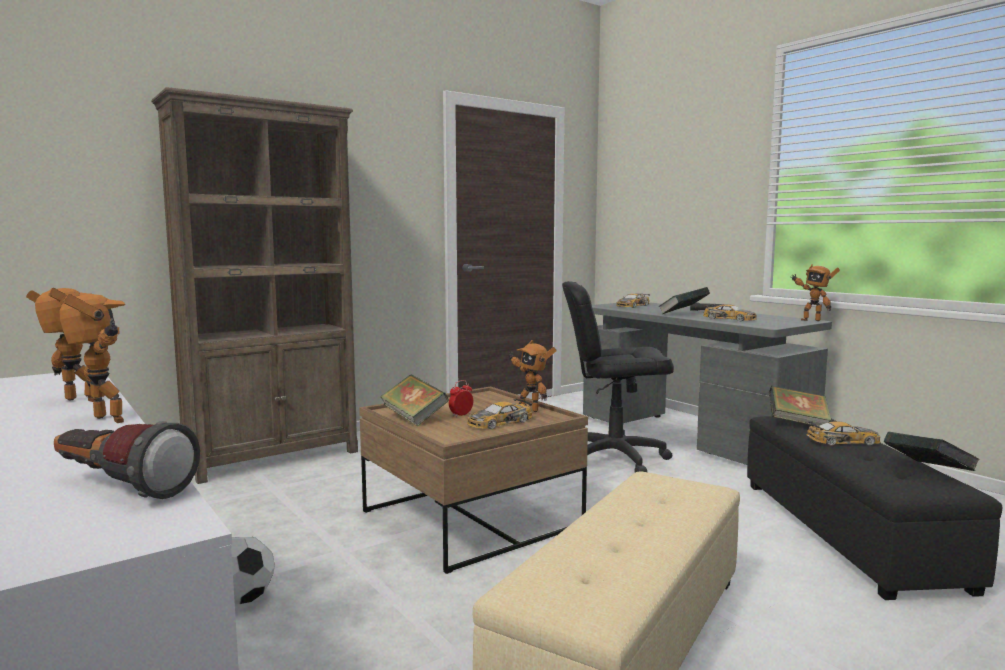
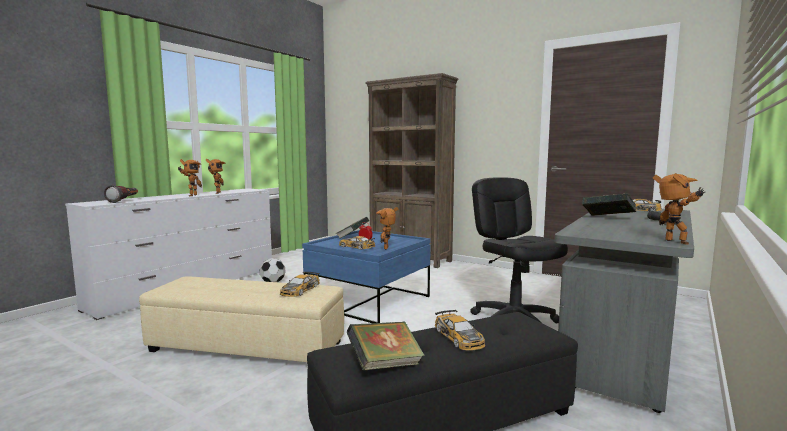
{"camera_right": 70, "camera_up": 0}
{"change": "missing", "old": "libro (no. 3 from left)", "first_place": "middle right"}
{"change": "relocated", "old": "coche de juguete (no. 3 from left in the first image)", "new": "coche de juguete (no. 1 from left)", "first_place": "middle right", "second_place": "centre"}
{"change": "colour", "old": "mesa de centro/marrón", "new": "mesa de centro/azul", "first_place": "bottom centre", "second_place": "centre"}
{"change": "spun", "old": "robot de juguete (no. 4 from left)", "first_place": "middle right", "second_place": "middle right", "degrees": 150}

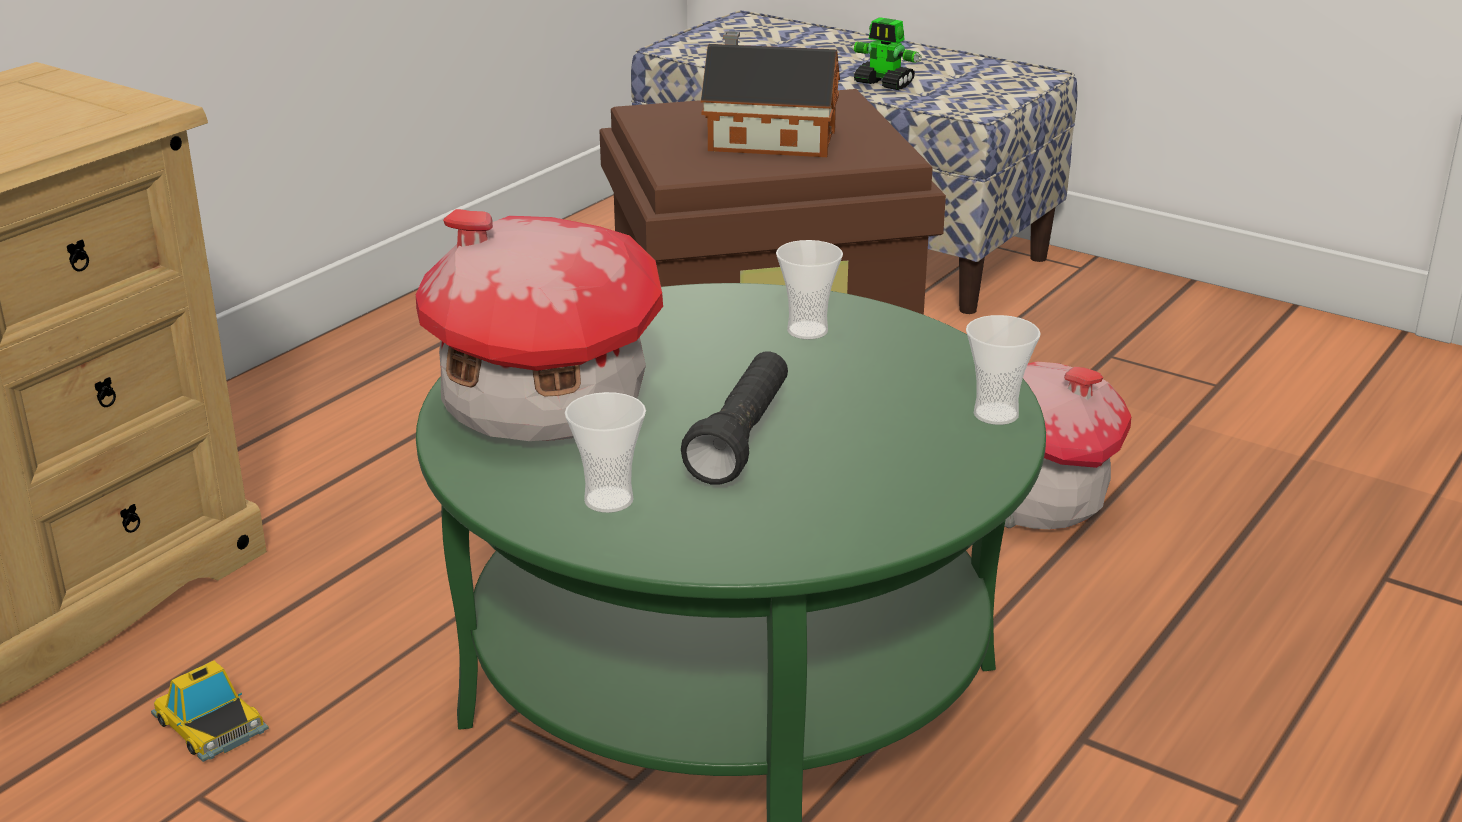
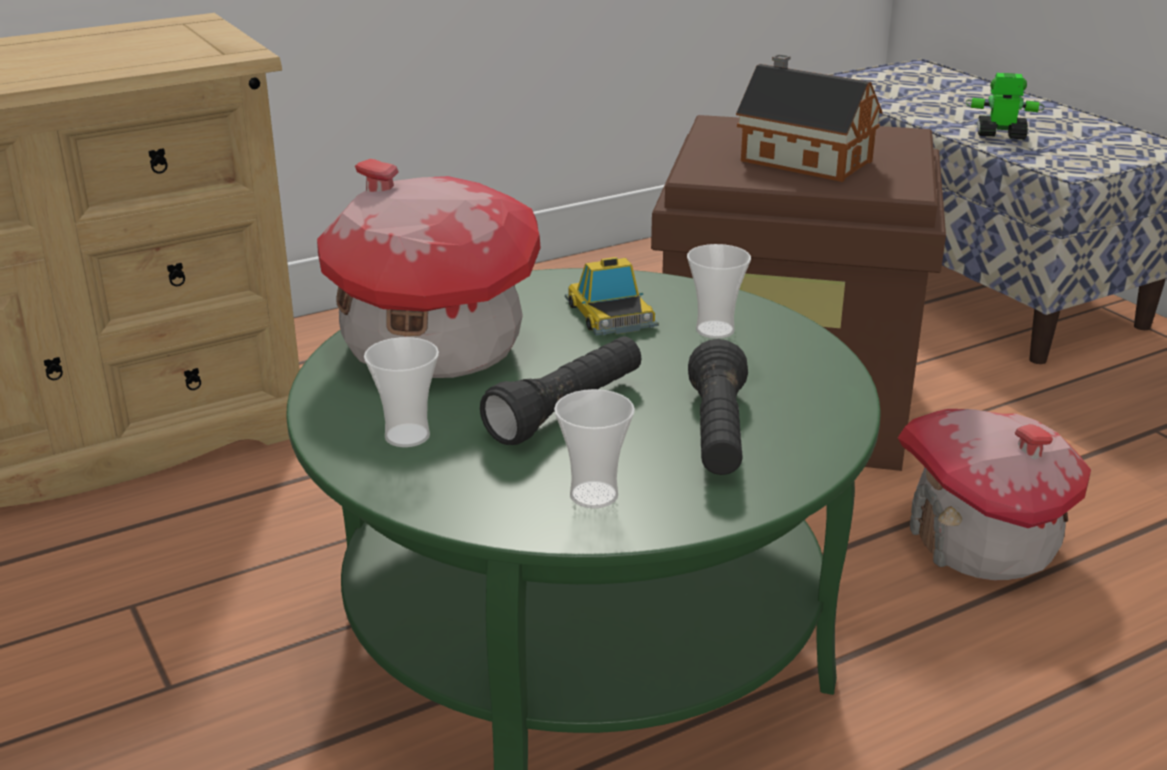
{"camera_right": 25, "camera_up": 0}
{"change": "appeared", "new": "linterna/negro (no. 2 from left)", "second_place": "centre"}
{"change": "relocated", "old": "coche de juguete", "first_place": "bottom left", "second_place": "centre"}
{"change": "relocated", "old": "taza (no. 3 from left in the first image)", "new": "taza (no. 2 from left)", "first_place": "middle right", "second_place": "centre"}
{"change": "spun", "old": "robot de juguete", "first_place": "top centre", "second_place": "top right", "degrees": 135}

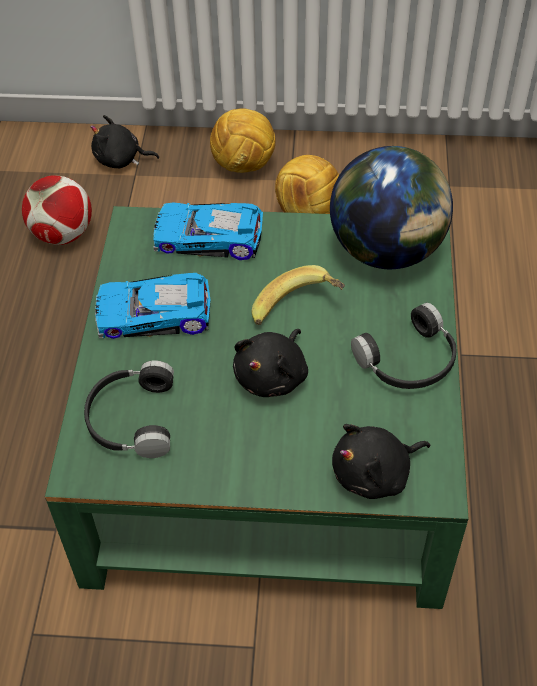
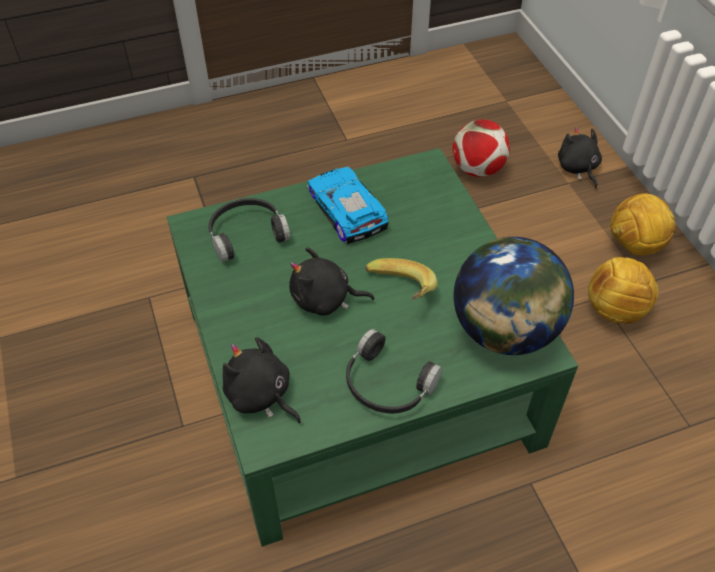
{"camera_right": 65, "camera_up": 0}
{"change": "missing", "old": "coche de juguete (no. 2 from left)", "first_place": "centre"}

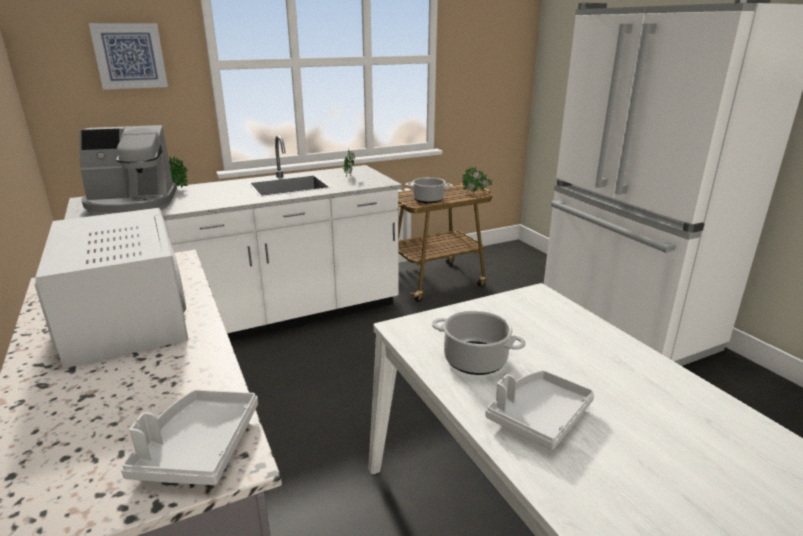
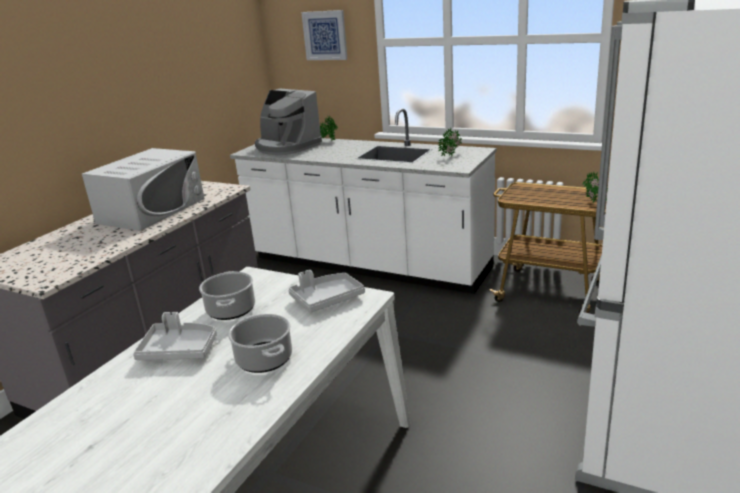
{"camera_right": 55, "camera_up": 0}
{"change": "relocated", "old": "bandeja/gris (no. 1 from left in the first image)", "new": "bandeja/gris (no. 2 from left)", "first_place": "bottom left", "second_place": "centre"}
{"change": "relocated", "old": "olla (no. 1 from left in the first image)", "new": "olla (no. 2 from left)", "first_place": "centre", "second_place": "bottom centre"}

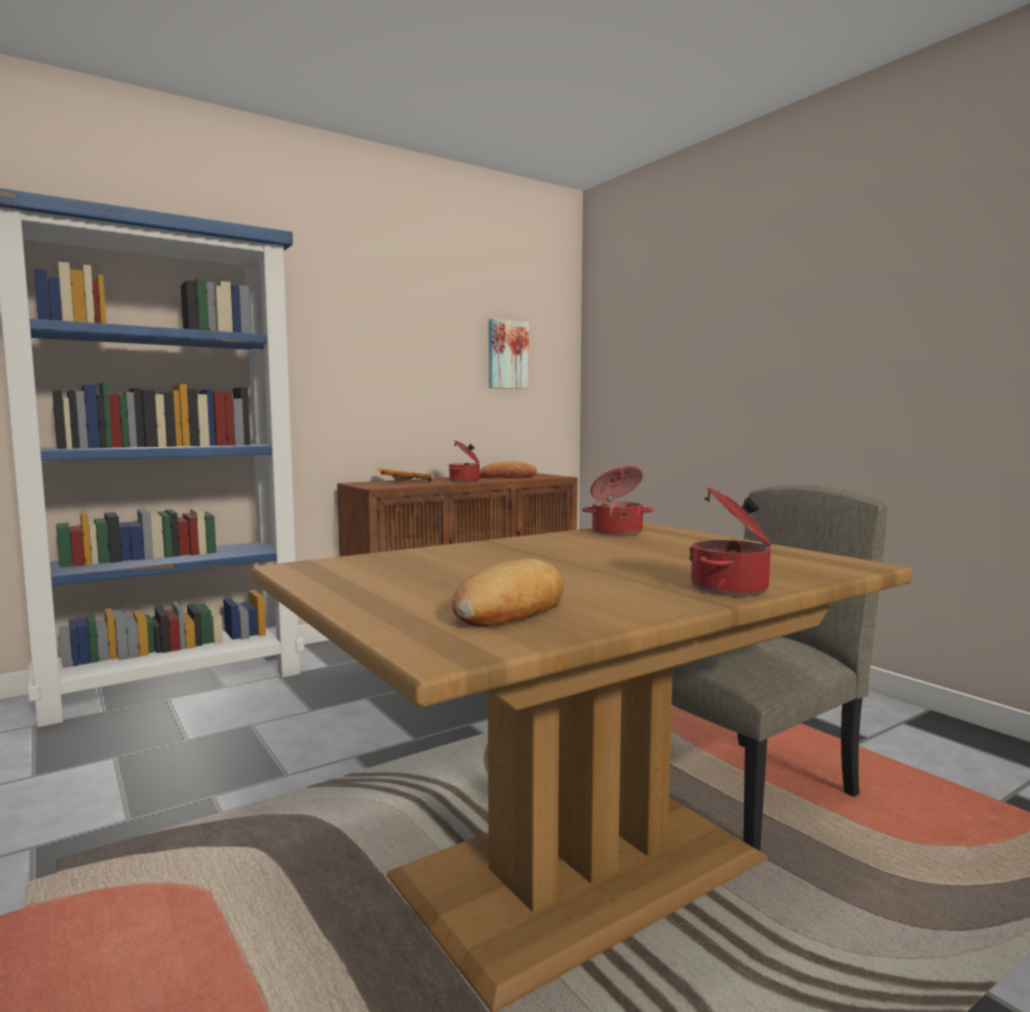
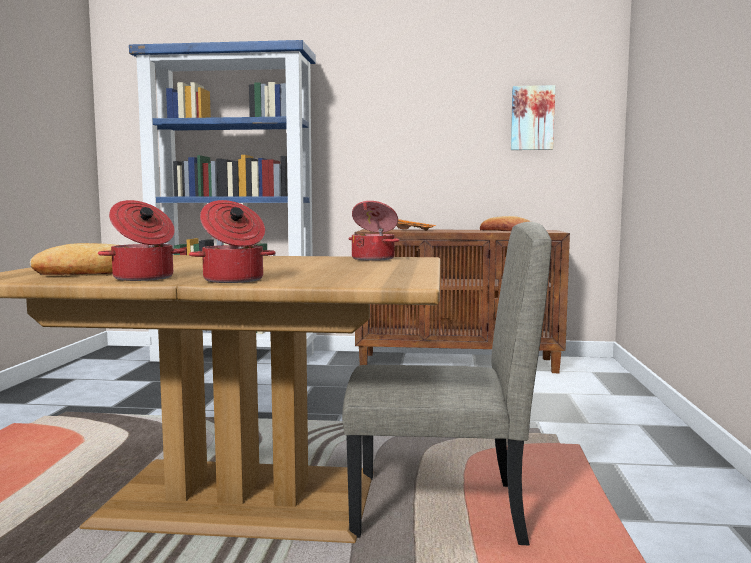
{"camera_right": 40, "camera_up": 0}
{"change": "relocated", "old": "olla (no. 1 from left)", "first_place": "centre", "second_place": "middle left"}

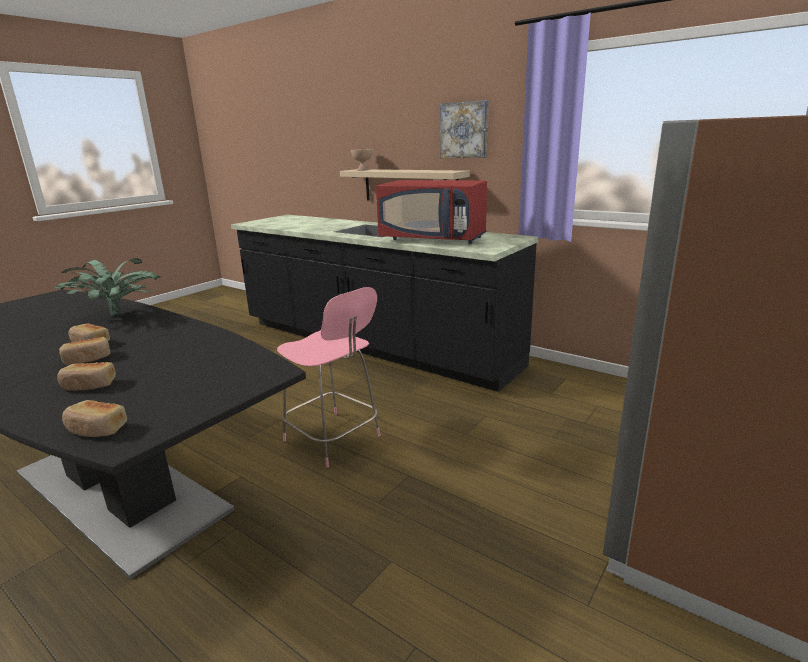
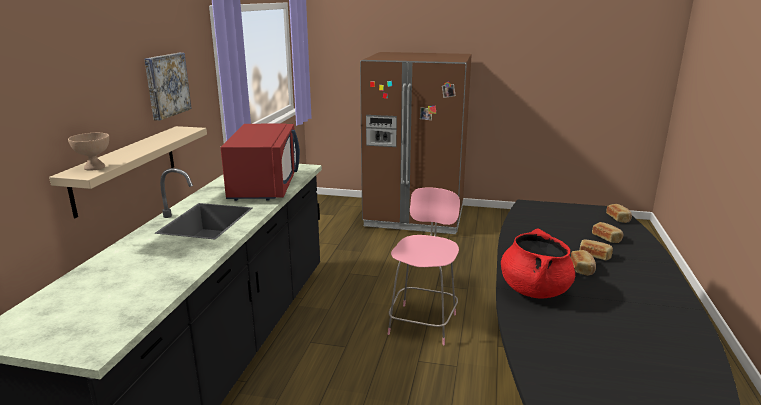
{"camera_right": -115, "camera_up": 0}
{"change": "exchanged", "old": "planta en maceta", "new": "olla/rojo", "first_place": "middle left", "second_place": "middle right"}

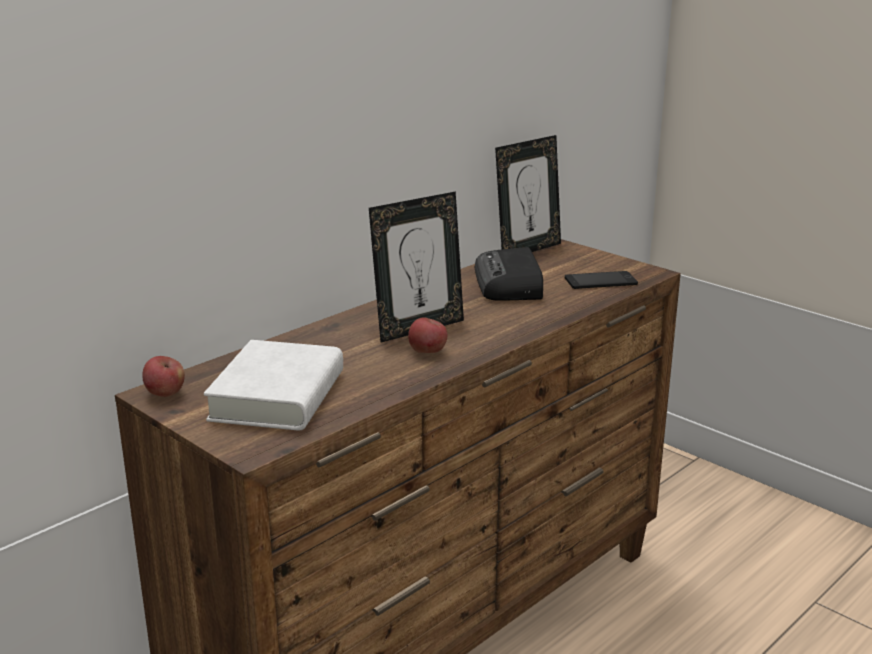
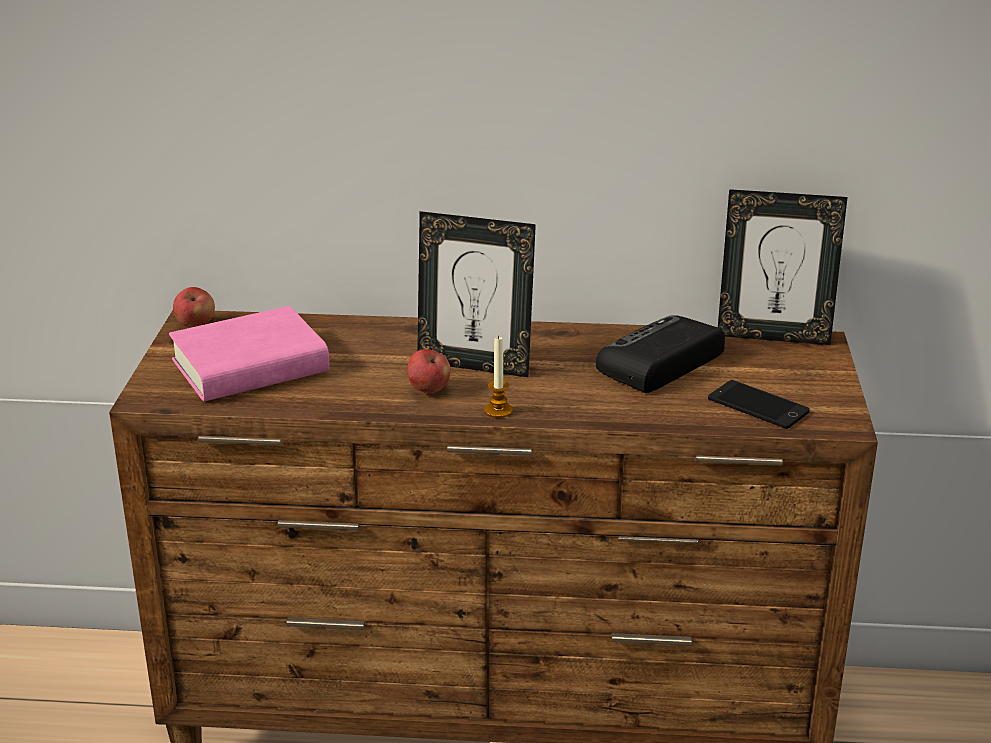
{"camera_right": 50, "camera_up": 5}
{"change": "appeared", "new": "vela", "second_place": "centre"}
{"change": "colour", "old": "libro/blanco", "new": "libro/rosa", "first_place": "middle left", "second_place": "middle left"}

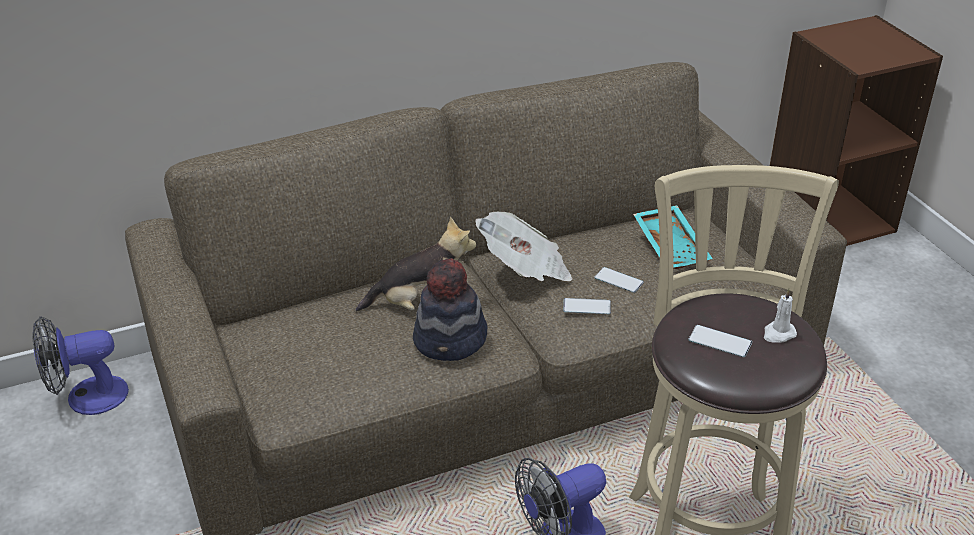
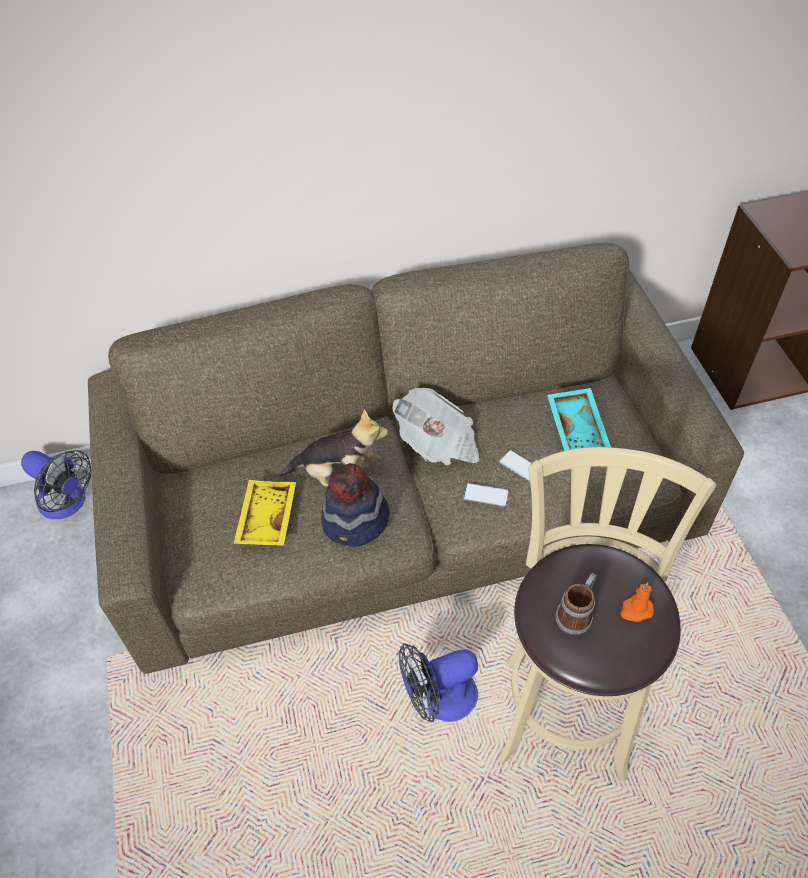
{"camera_right": 10, "camera_up": 15}
{"change": "appeared", "new": "bandeja/amarillo", "second_place": "middle left"}
{"change": "exchanged", "old": "móvil (no. 3 from left)", "new": "taza grande", "first_place": "middle right", "second_place": "bottom right"}
{"change": "colour", "old": "vela/blanco", "new": "vela/naranja", "first_place": "middle right", "second_place": "bottom right"}
{"change": "spun", "old": "ventilador (no. 1 from left)", "first_place": "bottom left", "second_place": "middle left", "degrees": -135}

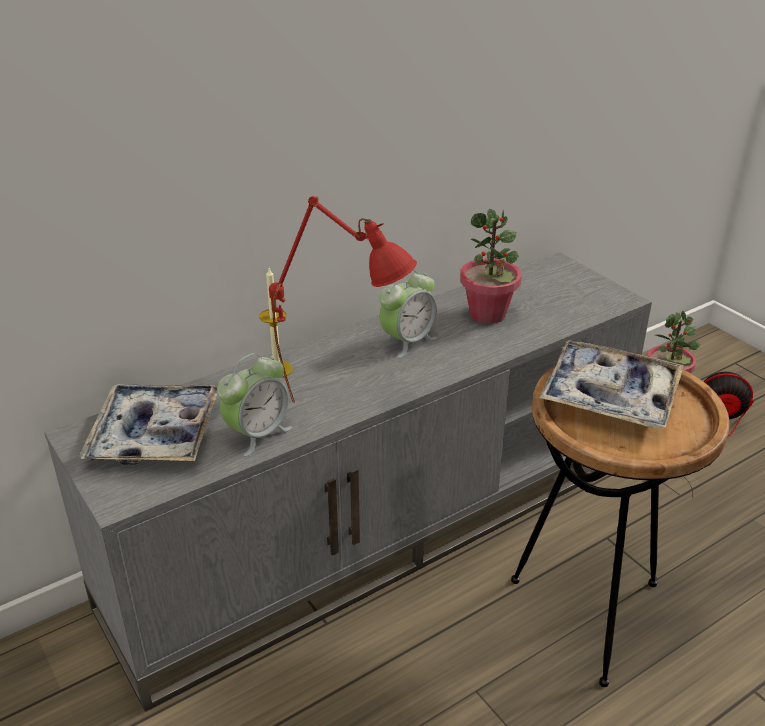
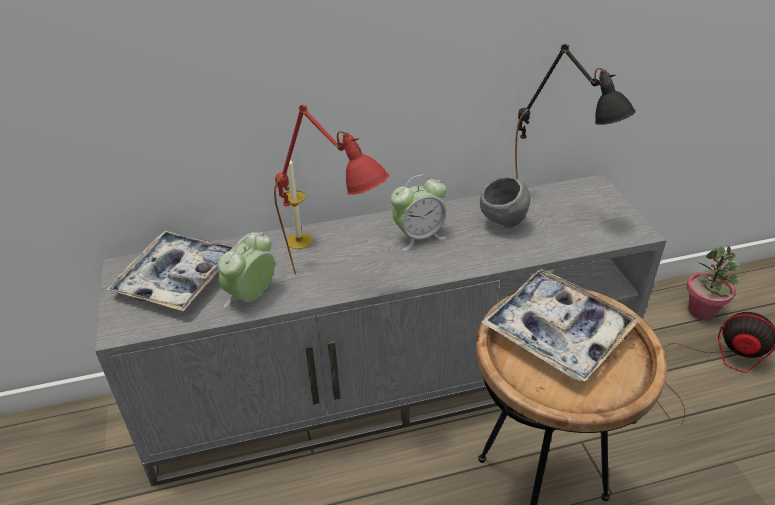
{"camera_right": 20, "camera_up": 5}
{"change": "appeared", "new": "lámpara de mesa/negro", "second_place": "top right"}
{"change": "exchanged", "old": "planta en maceta (no. 1 from left)", "new": "cuenco/gris", "first_place": "centre", "second_place": "centre"}
{"change": "spun", "old": "despertador (no. 1 from left)", "first_place": "middle left", "second_place": "middle left", "degrees": 150}

